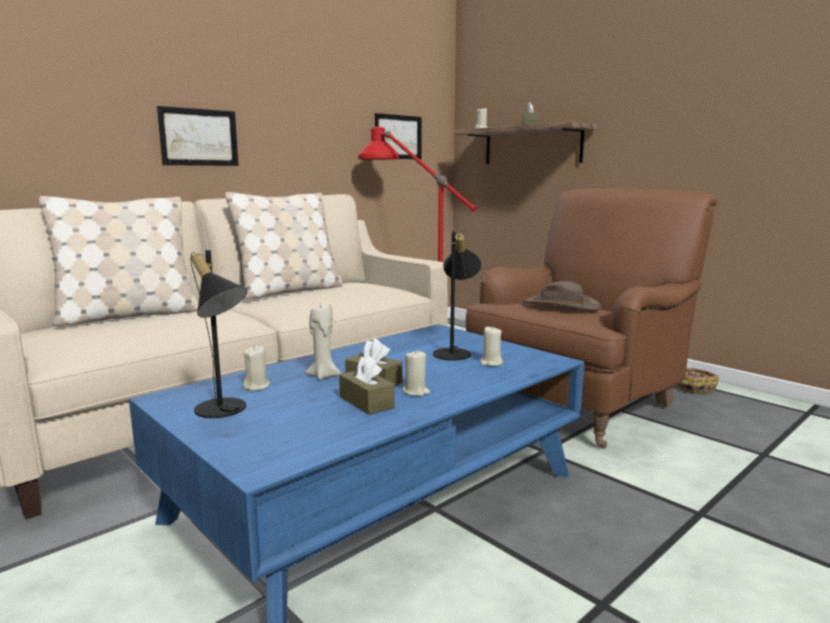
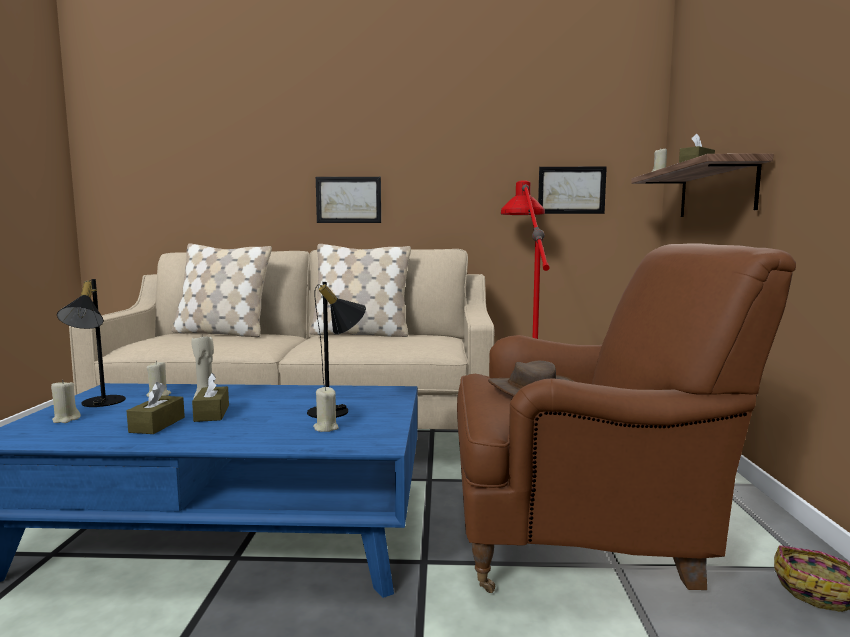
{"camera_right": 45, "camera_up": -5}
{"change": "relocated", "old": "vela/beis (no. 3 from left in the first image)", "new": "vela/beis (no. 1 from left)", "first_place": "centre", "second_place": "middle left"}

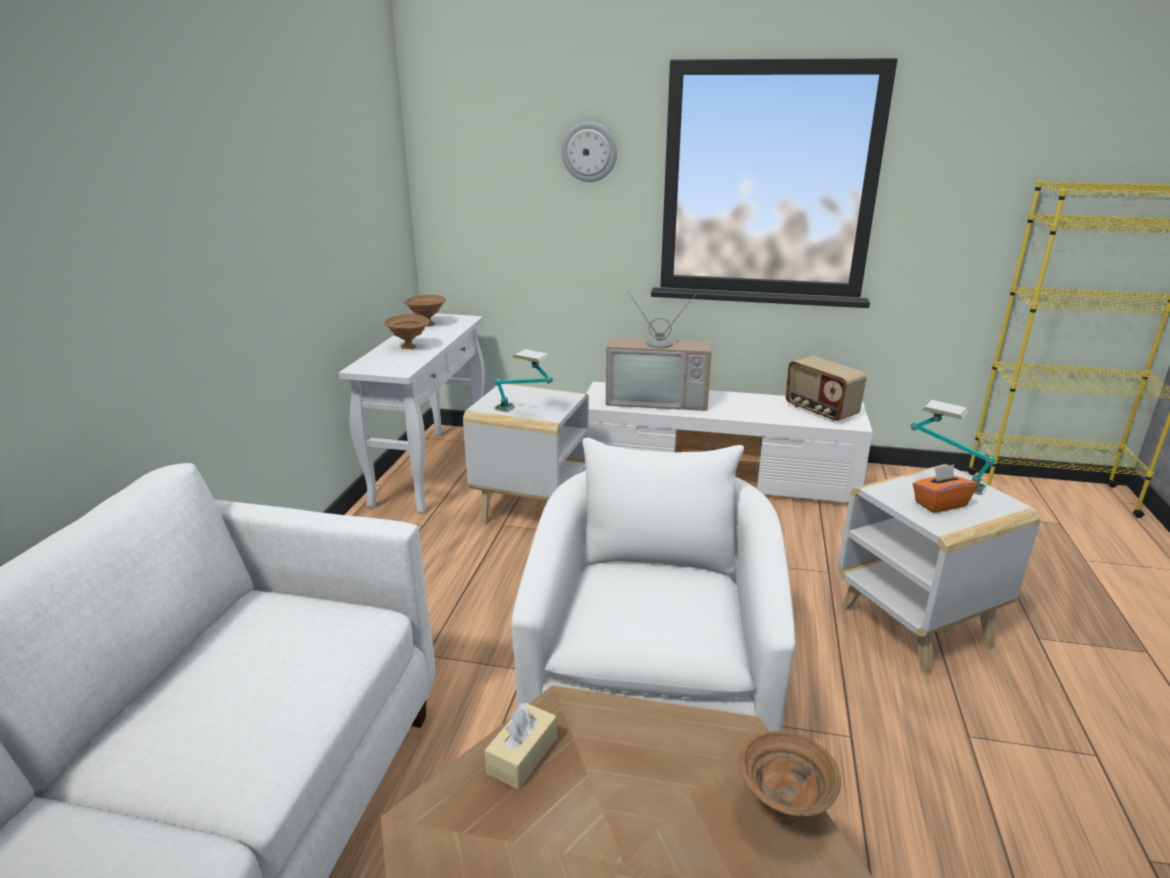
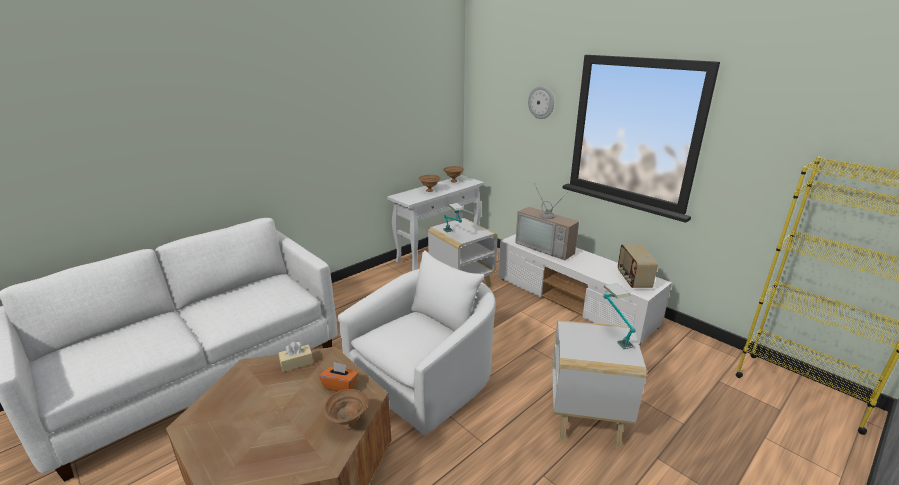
{"camera_right": 35, "camera_up": 0}
{"change": "relocated", "old": "caja de pañuelos/naranja", "first_place": "middle right", "second_place": "bottom centre"}

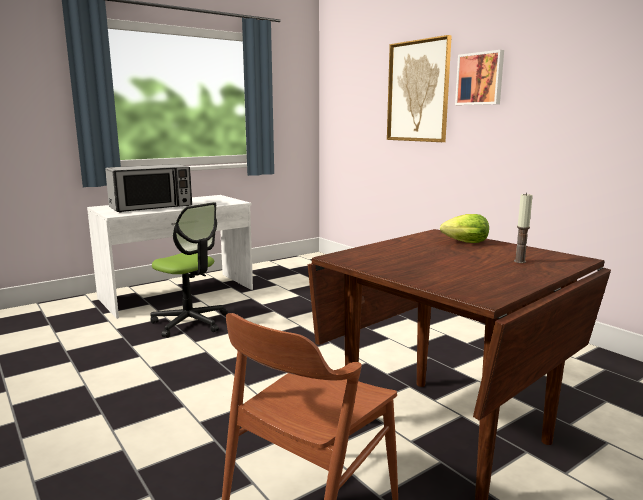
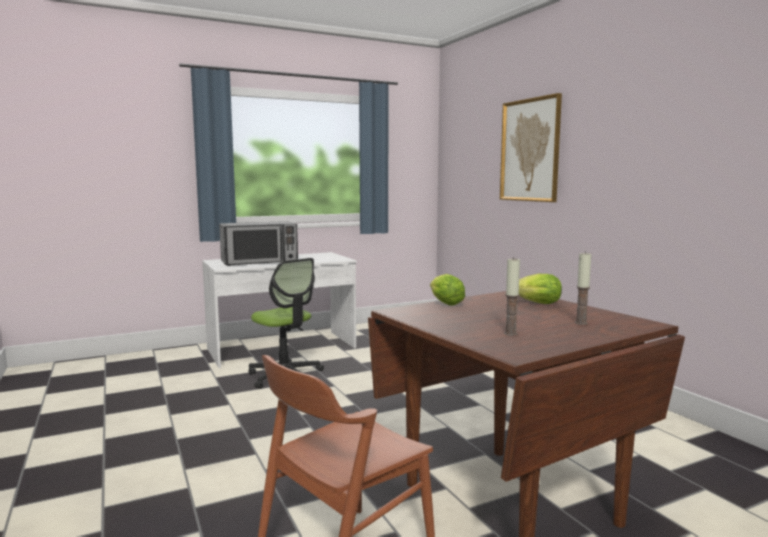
{"camera_right": 10, "camera_up": -5}
{"change": "missing", "old": "cuadro (no. 2 from left)", "first_place": "top right"}
{"change": "appeared", "new": "lechuga (no. 1 from left)", "second_place": "centre"}
{"change": "appeared", "new": "vela (no. 1 from left)", "second_place": "middle right"}

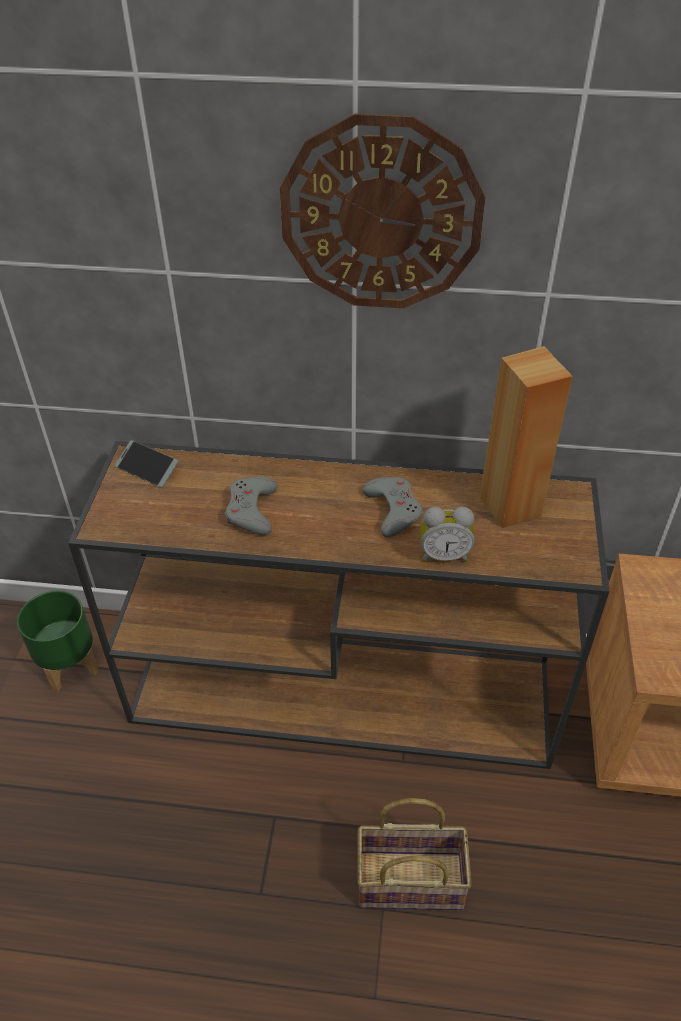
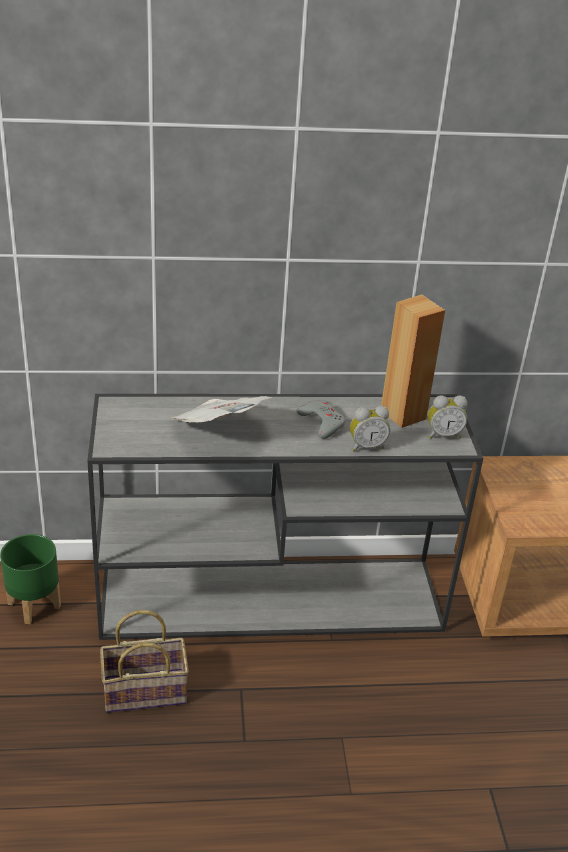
{"camera_right": -15, "camera_up": -10}
{"change": "missing", "old": "móvil", "first_place": "middle left"}
{"change": "missing", "old": "reloj de pared", "first_place": "top centre"}
{"change": "appeared", "new": "despertador (no. 2 from left)", "second_place": "middle right"}
{"change": "relocated", "old": "cesta", "first_place": "bottom centre", "second_place": "bottom left"}
{"change": "exchanged", "old": "mando de consola/gris (no. 1 from left)", "new": "periódico", "first_place": "centre", "second_place": "centre"}
{"change": "colour", "old": "mesa consola/marrón", "new": "mesa consola/gris", "first_place": "centre", "second_place": "centre"}

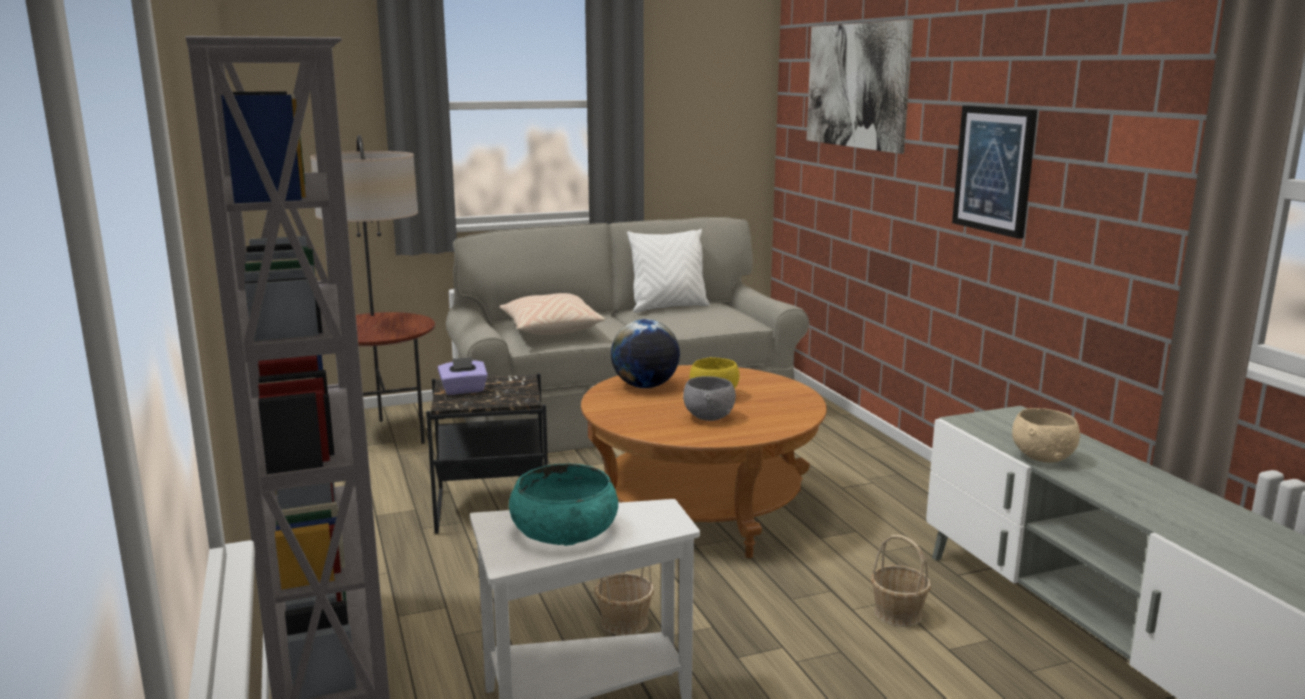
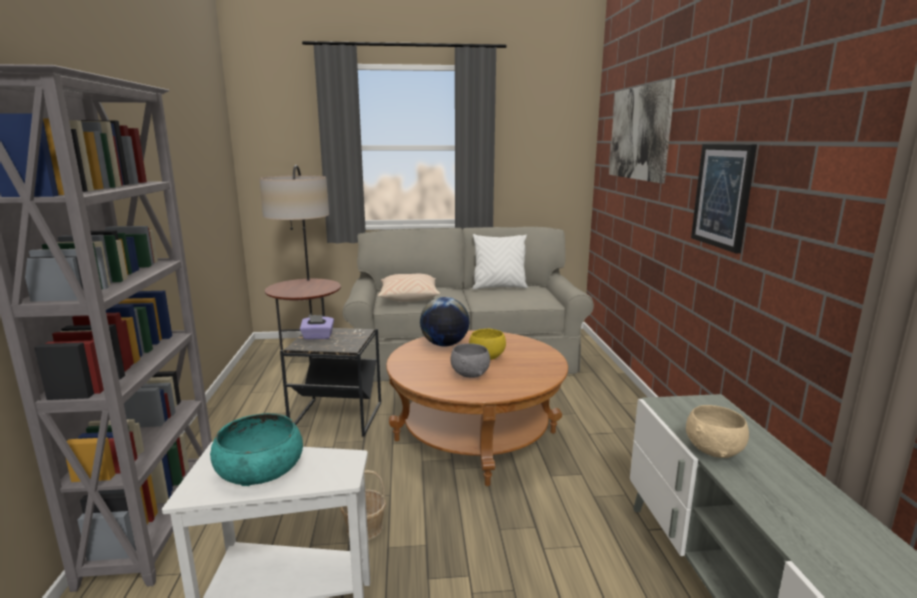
{"camera_right": 15, "camera_up": 0}
{"change": "missing", "old": "cesta (no. 2 from left)", "first_place": "bottom right"}

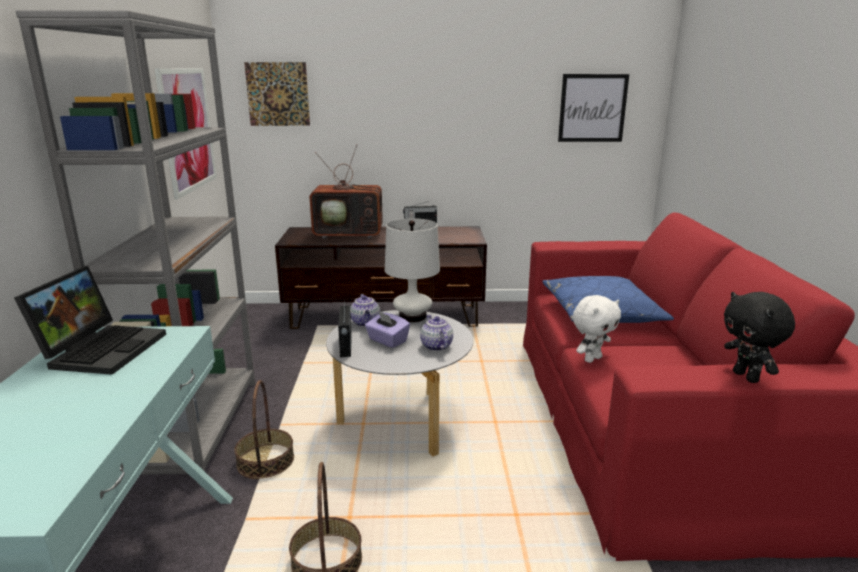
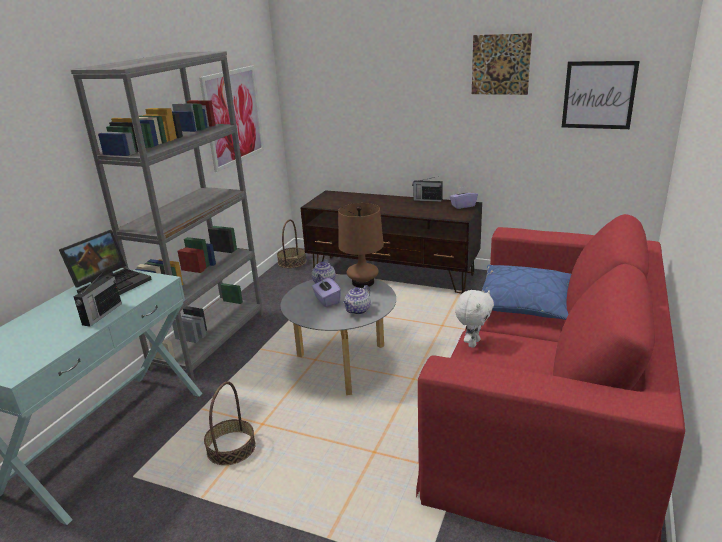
{"camera_right": 25, "camera_up": 5}
{"change": "missing", "old": "televisor", "first_place": "centre"}
{"change": "missing", "old": "peluche/negro", "first_place": "middle right"}
{"change": "appeared", "new": "caja de pañuelos/morado (no. 2 from left)", "second_place": "centre"}
{"change": "relocated", "old": "cesta (no. 1 from left in the first image)", "new": "cesta (no. 2 from left)", "first_place": "bottom left", "second_place": "centre"}
{"change": "relocated", "old": "cuadro (no. 2 from left)", "first_place": "top left", "second_place": "top right"}
{"change": "relocated", "old": "radio (no. 1 from left)", "first_place": "centre", "second_place": "middle left"}
{"change": "colour", "old": "lámpara de mesa/blanco", "new": "lámpara de mesa/marrón", "first_place": "centre", "second_place": "centre"}
{"change": "spun", "old": "tetera (no. 2 from left)", "first_place": "centre", "second_place": "centre", "degrees": -150}
{"change": "spun", "old": "peluche/blanco", "first_place": "middle right", "second_place": "centre", "degrees": -45}

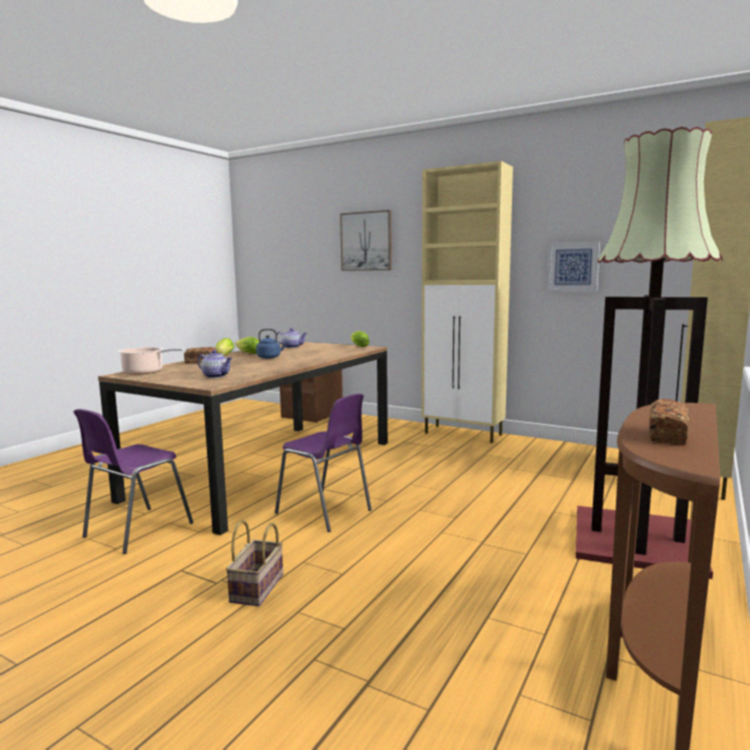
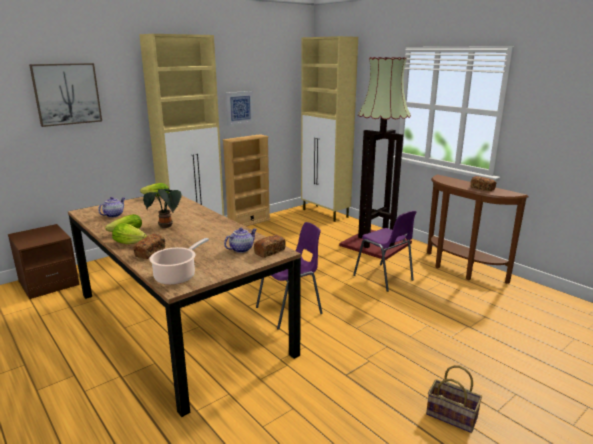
{"camera_right": -70, "camera_up": 10}
{"change": "appeared", "new": "estantería/beis", "second_place": "centre"}
{"change": "appeared", "new": "pan (no. 2 from left)", "second_place": "centre"}
{"change": "relocated", "old": "silla/morado (no. 1 from left in the first image)", "new": "silla/morado (no. 2 from left)", "first_place": "middle left", "second_place": "centre"}
{"change": "relocated", "old": "cesta", "first_place": "bottom centre", "second_place": "bottom right"}
{"change": "exchanged", "old": "hervidor/azul", "new": "planta en maceta", "first_place": "centre", "second_place": "middle left"}

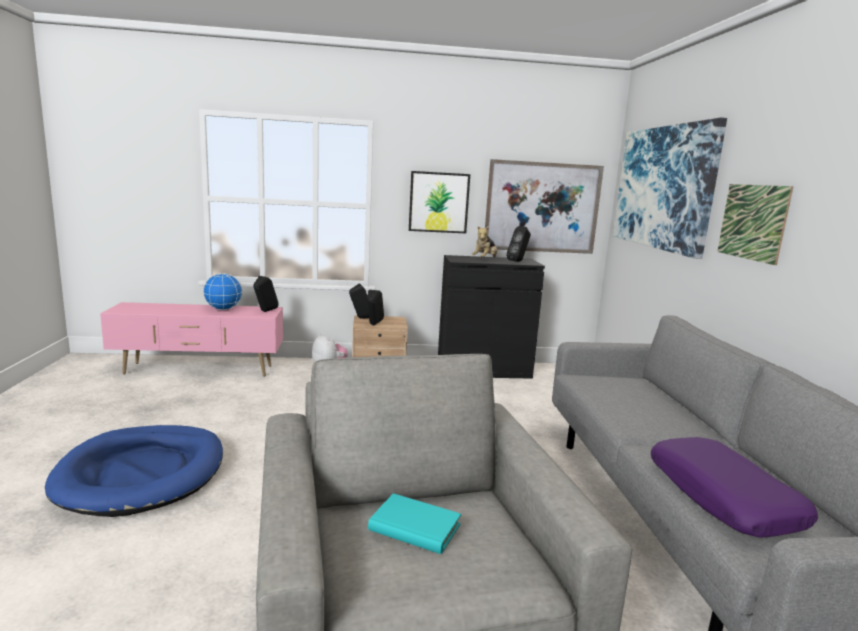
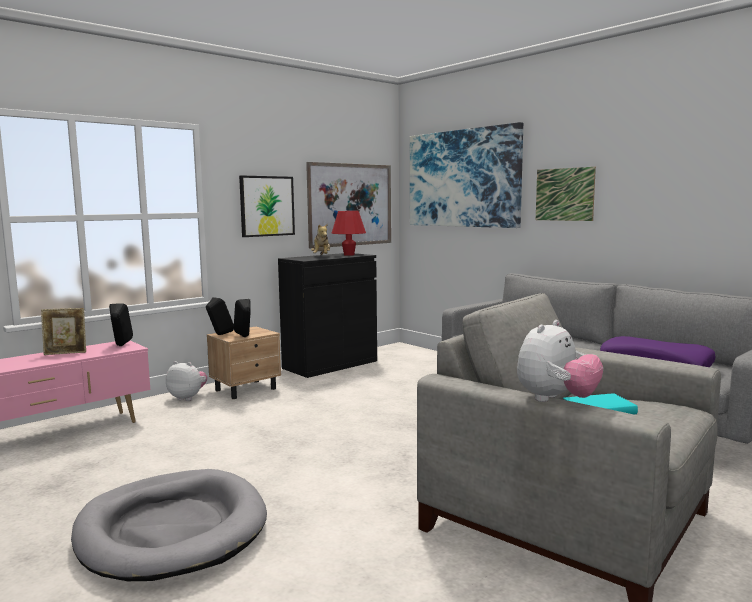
{"camera_right": -35, "camera_up": -5}
{"change": "appeared", "new": "peluche (no. 3 from left)", "second_place": "middle right"}
{"change": "exchanged", "old": "globo terráqueo", "new": "portarretratos", "first_place": "middle left", "second_place": "middle left"}
{"change": "exchanged", "old": "altavoz/negro (no. 4 from left)", "new": "lámpara de mesa/rojo", "first_place": "centre", "second_place": "centre"}
{"change": "colour", "old": "cama para perro/azul", "new": "cama para perro/gris", "first_place": "bottom left", "second_place": "bottom left"}

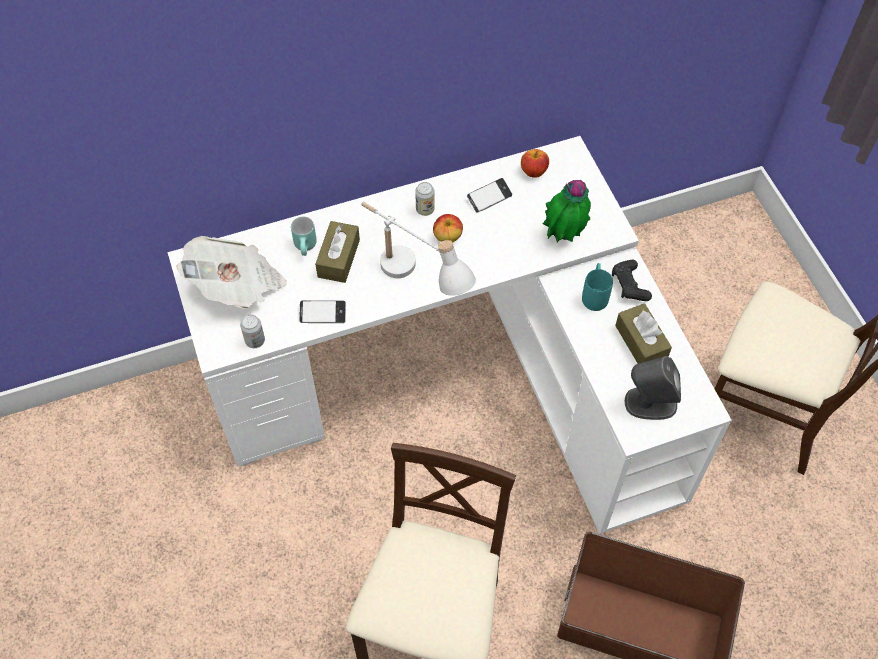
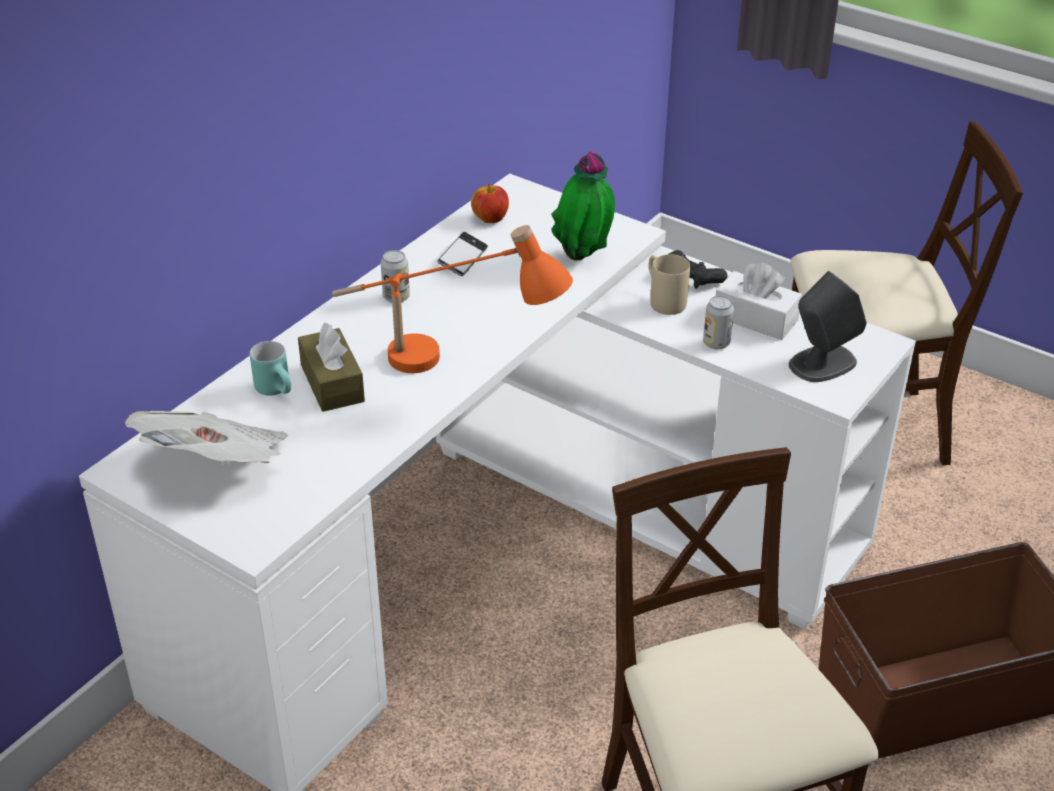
{"camera_right": -35, "camera_up": -20}
{"change": "missing", "old": "móvil (no. 1 from left)", "first_place": "centre"}
{"change": "missing", "old": "manzana (no. 1 from left)", "first_place": "centre"}
{"change": "relocated", "old": "lata (no. 1 from left in the first image)", "new": "lata (no. 2 from left)", "first_place": "middle left", "second_place": "middle right"}
{"change": "colour", "old": "lámpara de mesa/blanco", "new": "lámpara de mesa/naranja", "first_place": "centre", "second_place": "centre"}
{"change": "colour", "old": "taza grande/turquesa (no. 2 from left)", "new": "taza grande/beis", "first_place": "middle right", "second_place": "centre"}
{"change": "colour", "old": "caja de pañuelos/marrón (no. 2 from left)", "new": "caja de pañuelos/blanco", "first_place": "middle right", "second_place": "middle right"}

